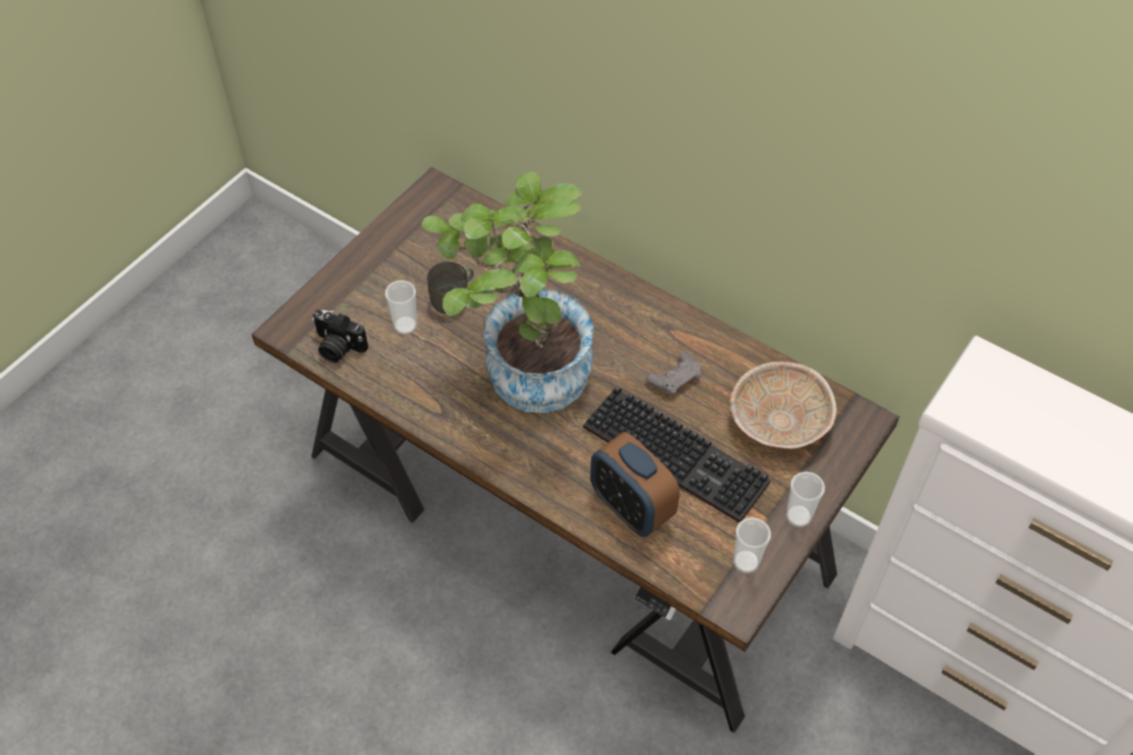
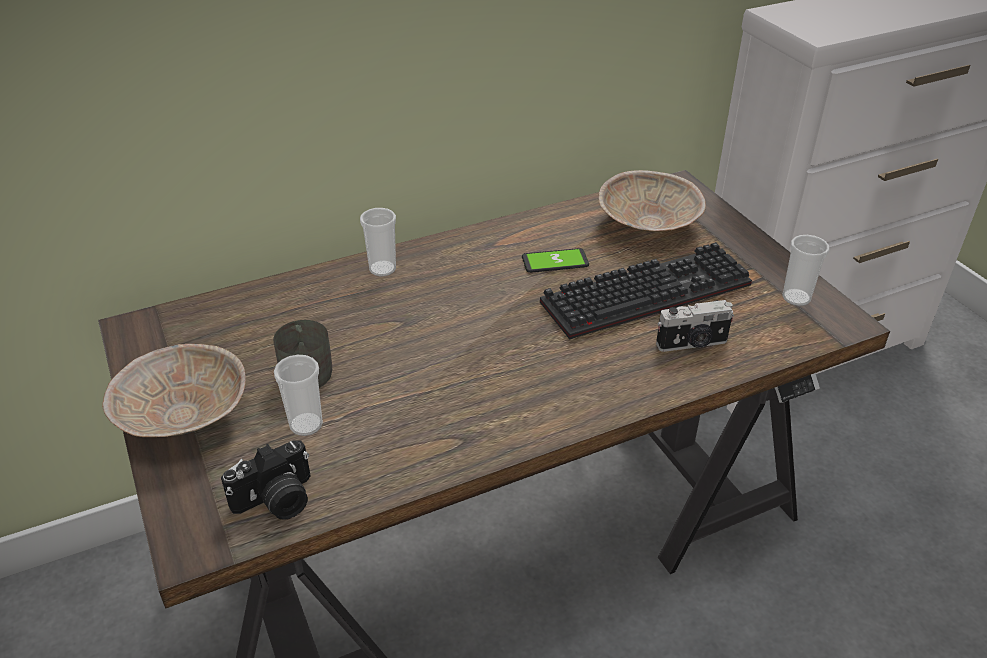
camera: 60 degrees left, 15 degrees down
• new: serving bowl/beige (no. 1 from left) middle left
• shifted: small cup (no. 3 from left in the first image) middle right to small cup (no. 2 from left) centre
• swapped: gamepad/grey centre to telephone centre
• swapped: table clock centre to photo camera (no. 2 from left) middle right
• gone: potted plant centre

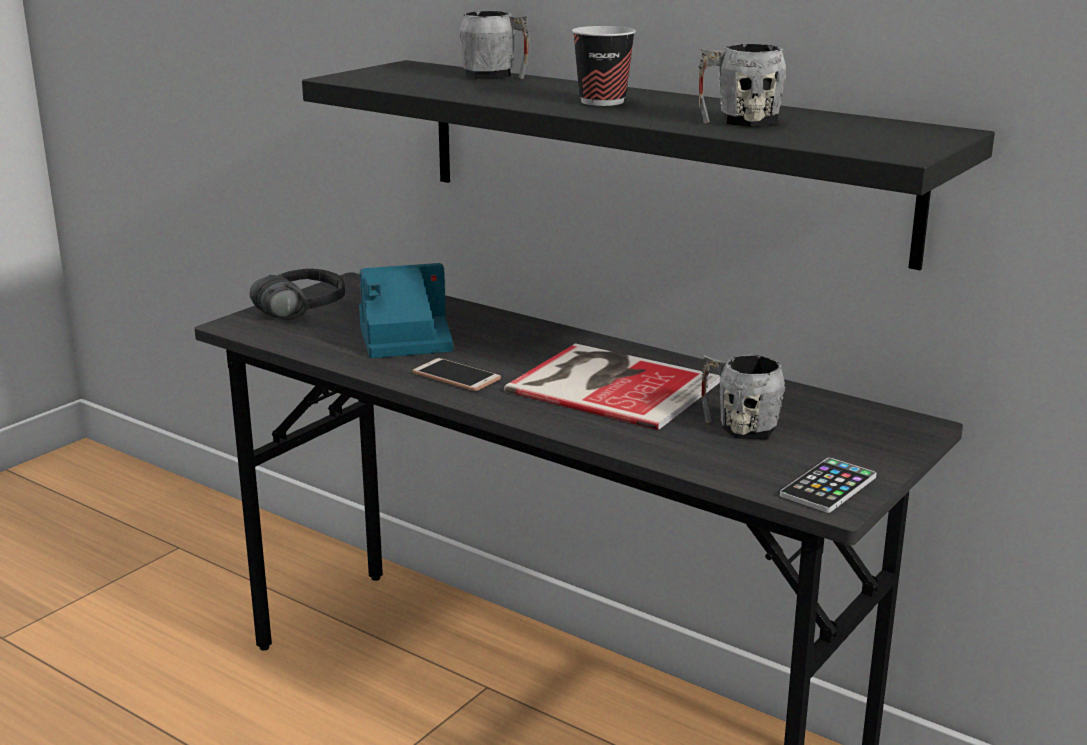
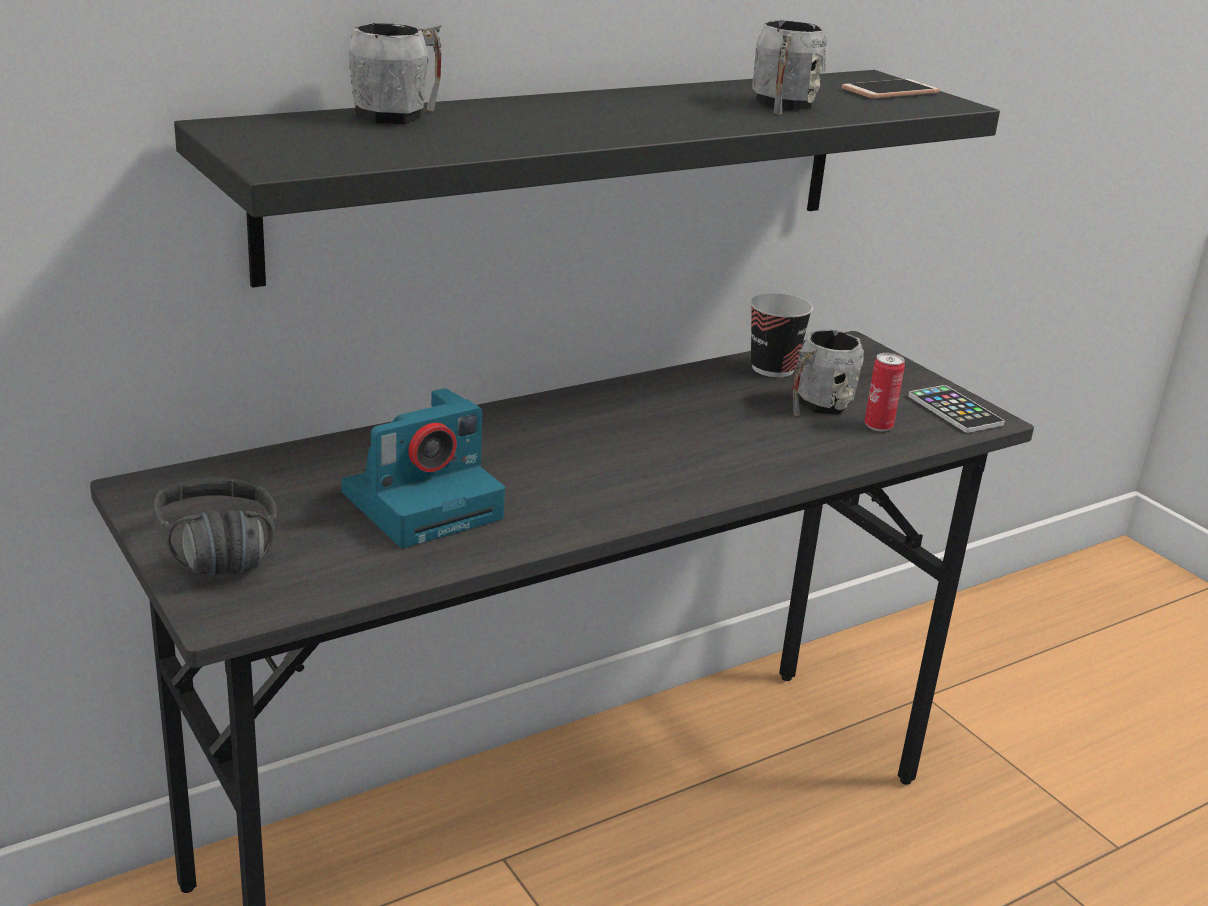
camera: 70 degrees left, 5 degrees up
• rotated: photo camera centre = centre 135 degrees counterclockwise
• shifted: small cup top centre to centre
• shifted: telephone (no. 1 from left) centre to top right
• new: sealed can middle right
• gone: book centre

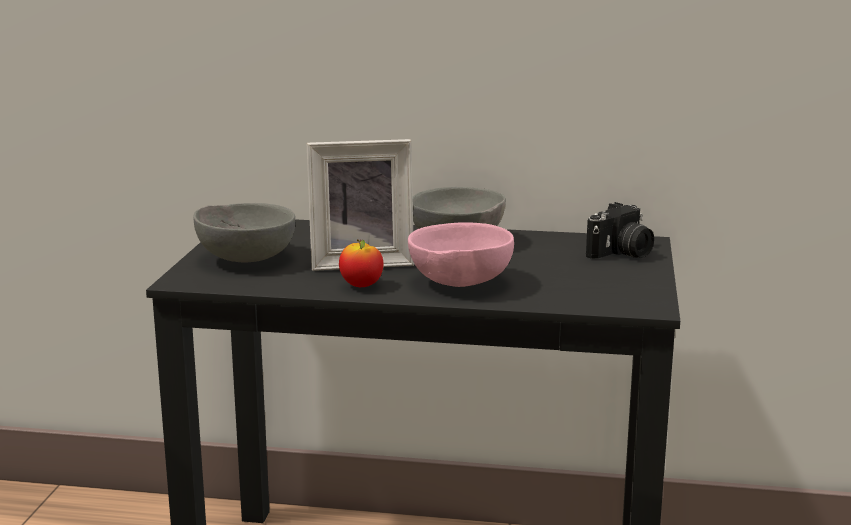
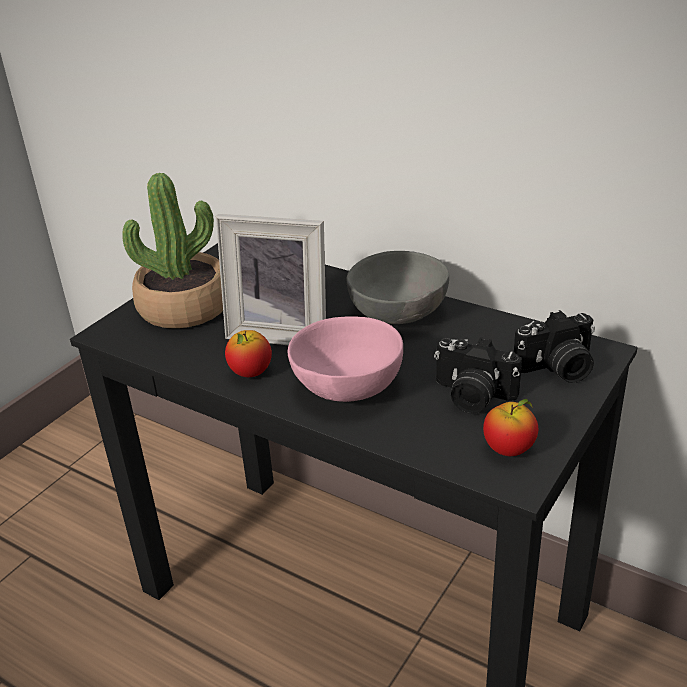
camera: 25 degrees right, 15 degrees up
• swapped: serving bowl/grey (no. 1 from left) middle left to potted plant middle left
• new: photo camera (no. 1 from left) middle right
• new: whole apple (no. 2 from left) middle right

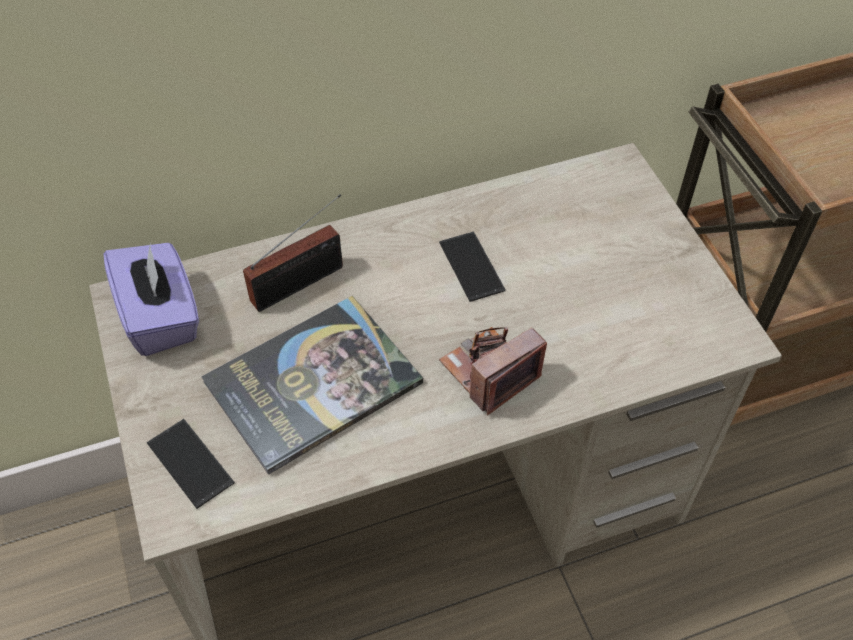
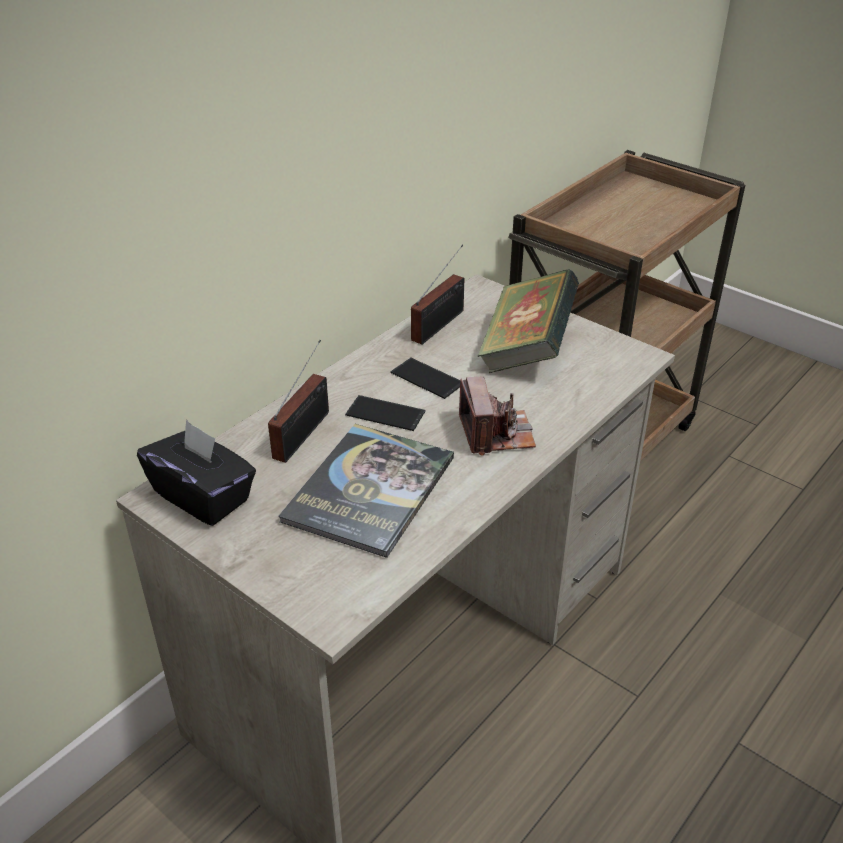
camera: 30 degrees left, 15 degrees down
• repainted: tissue holder/purple middle left to tissue holder/black middle left
• shifted: telephone (no. 1 from left) bottom left to centre
• new: radio receiver (no. 2 from left) centre
• rotated: photo camera centre = centre 150 degrees clockwise
• new: book (no. 2 from left) centre

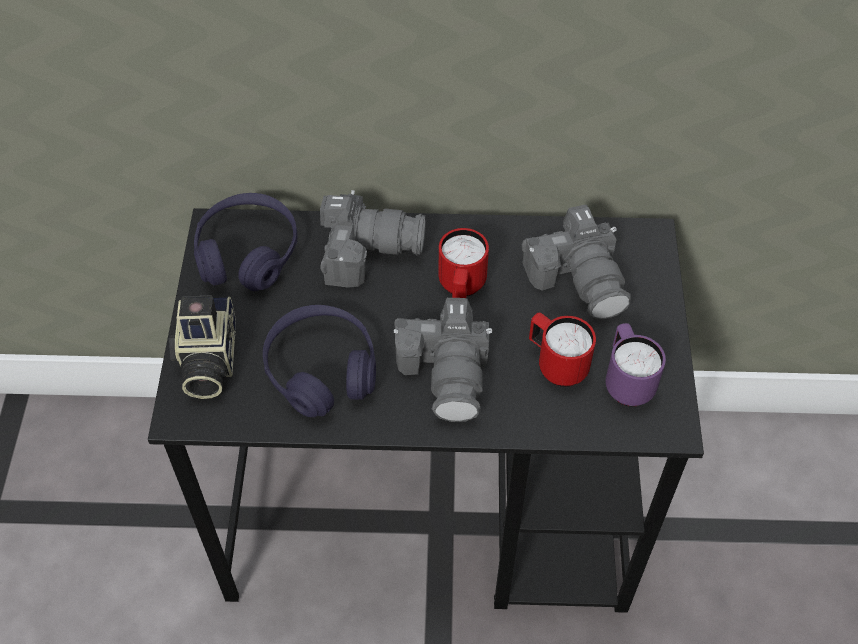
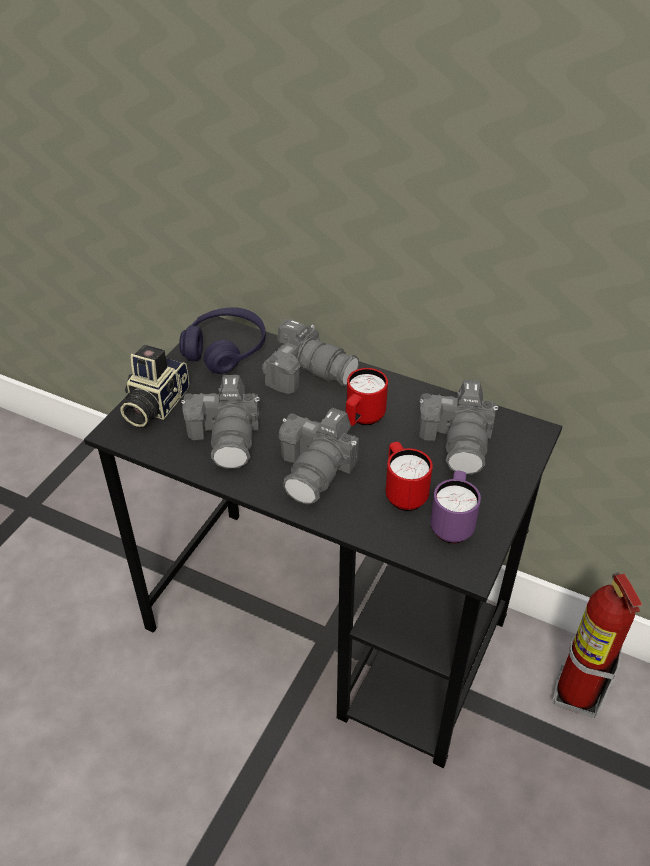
camera: 25 degrees right, 10 degrees down
• swapped: headphones/purple (no. 2 from left) centre to photo camera (no. 2 from left) centre
• new: fire-fighting cylinder bottom right

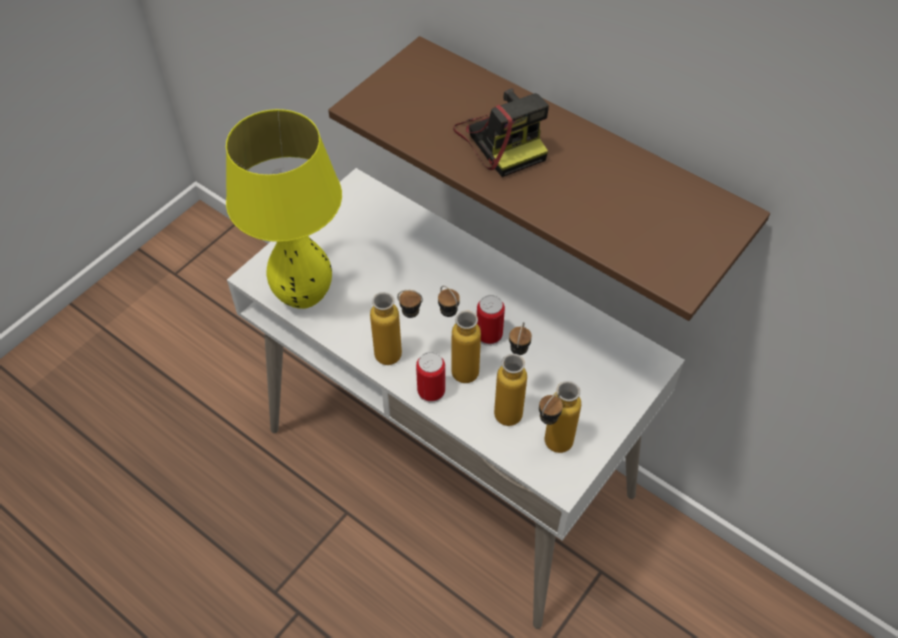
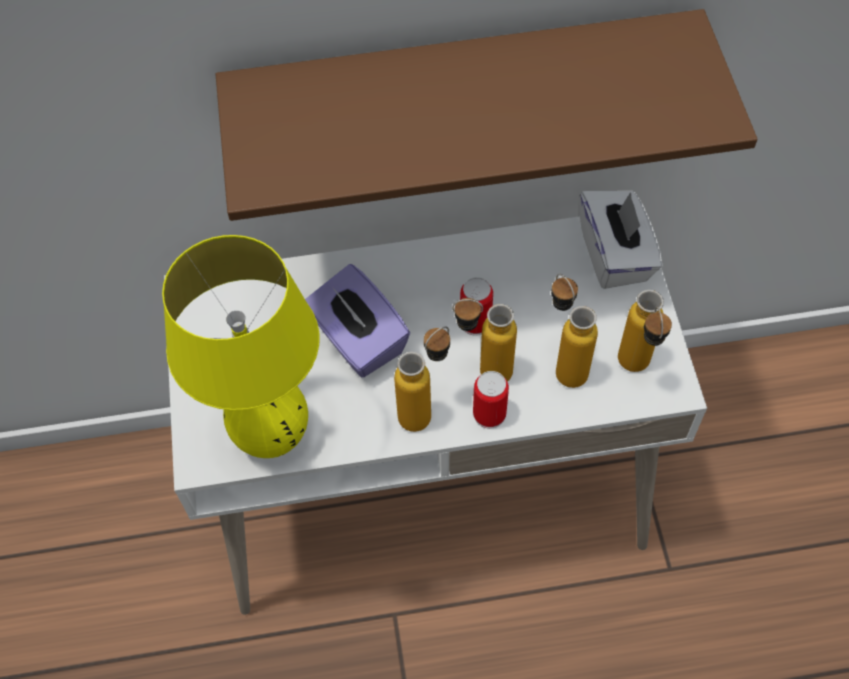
camera: 45 degrees left, 5 degrees up
• new: tissue holder/purple centre
• new: tissue holder/whitish middle right
• gone: photo camera top centre

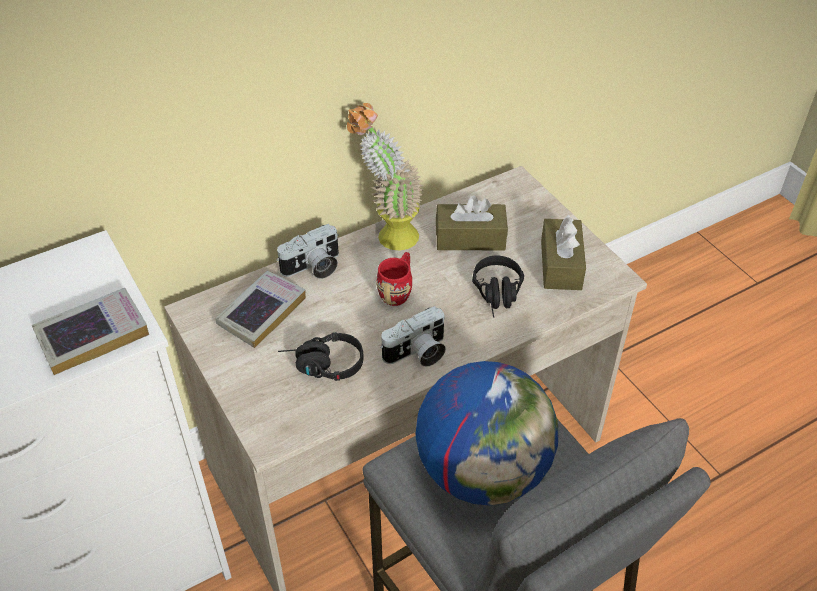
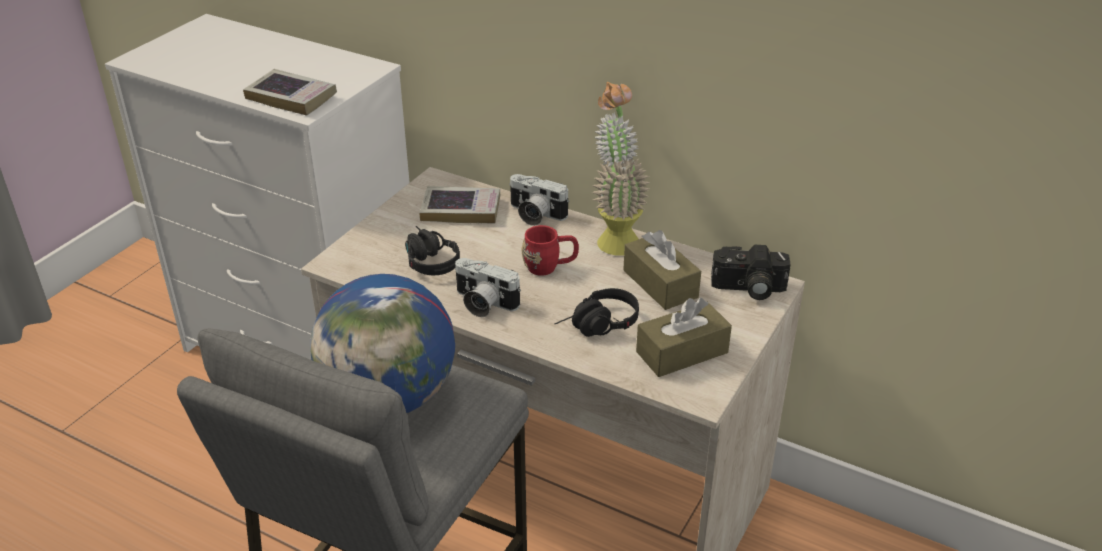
camera: 60 degrees right, 10 degrees down
• new: photo camera (no. 3 from left) middle right

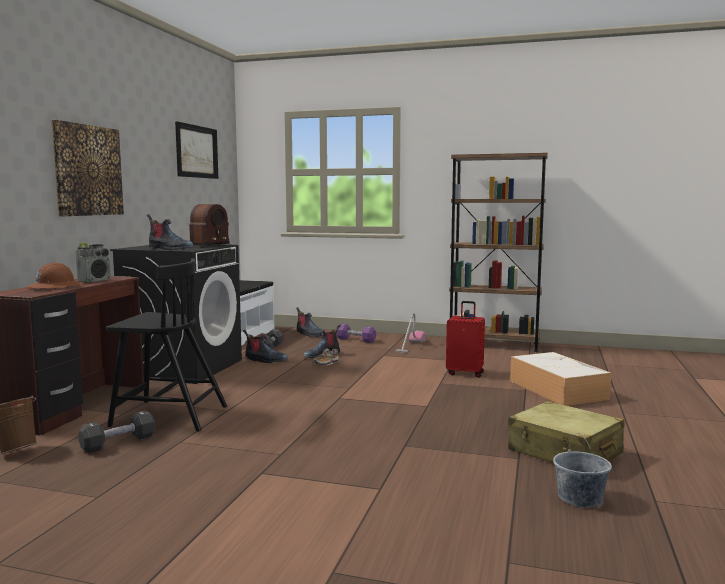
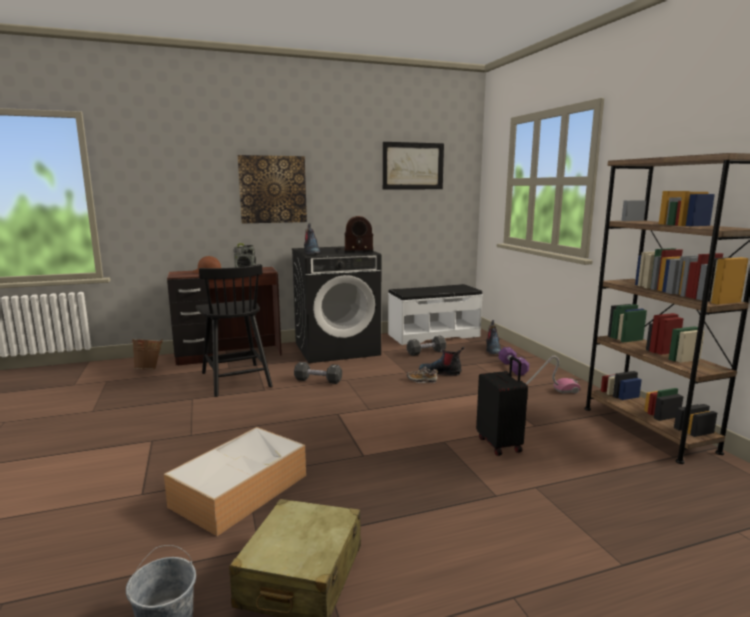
camera: 55 degrees right, 5 degrees up
• shifted: storage box middle right to bottom left
• shifted: dumbbell/black (no. 1 from left) bottom left to centre
• repainted: suitcase/reddish centre to suitcase/black middle right
• gone: boot (no. 2 from left) centre

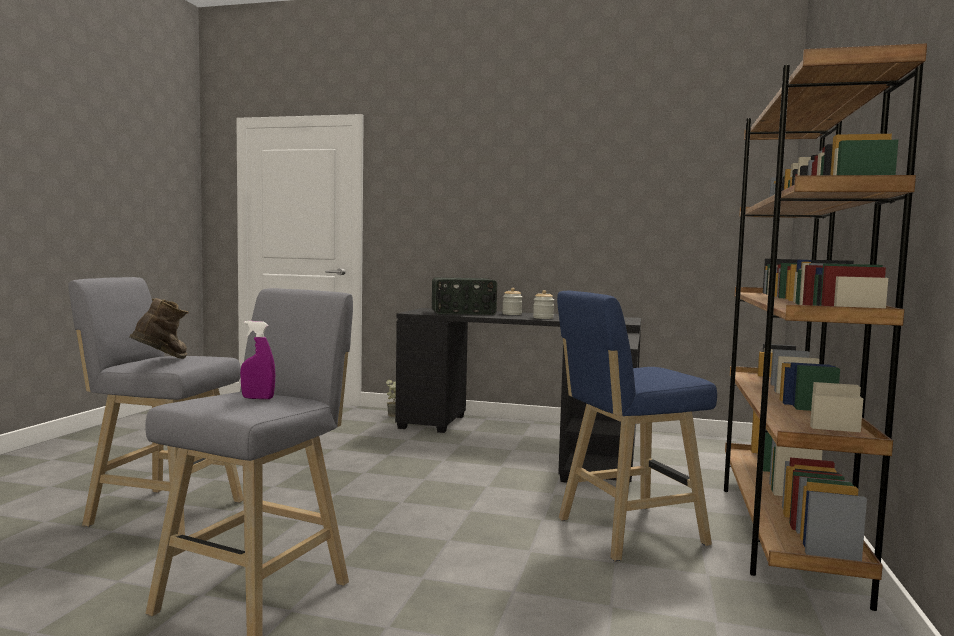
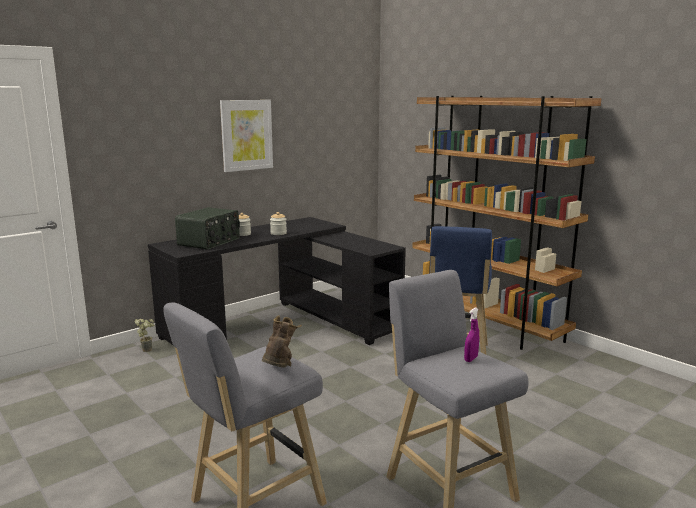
camera: 55 degrees left, 10 degrees up
• new: wall picture top centre
• rotated: boot/brown middle left = bottom centre 45 degrees clockwise

